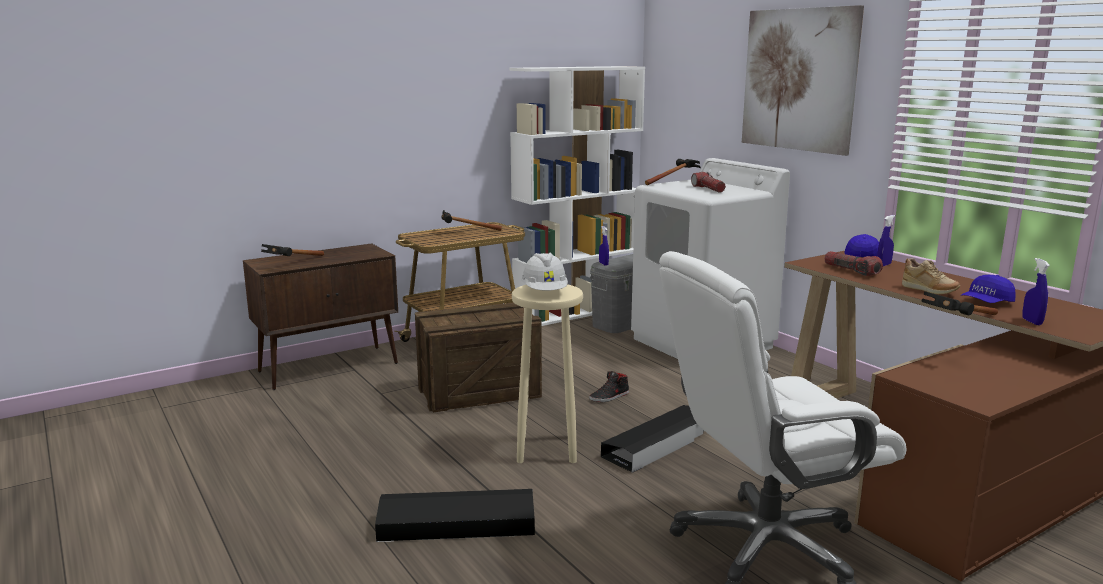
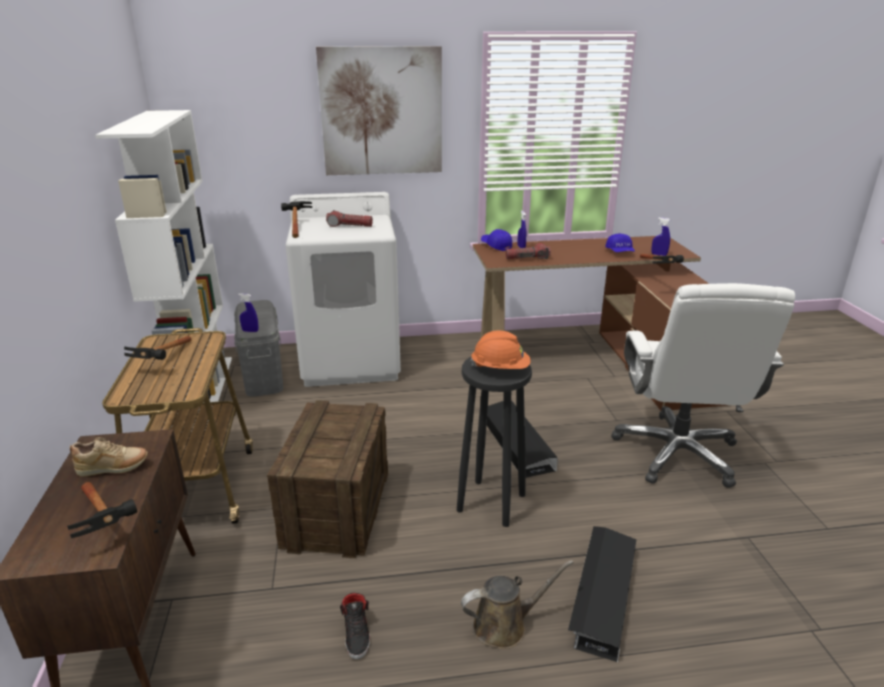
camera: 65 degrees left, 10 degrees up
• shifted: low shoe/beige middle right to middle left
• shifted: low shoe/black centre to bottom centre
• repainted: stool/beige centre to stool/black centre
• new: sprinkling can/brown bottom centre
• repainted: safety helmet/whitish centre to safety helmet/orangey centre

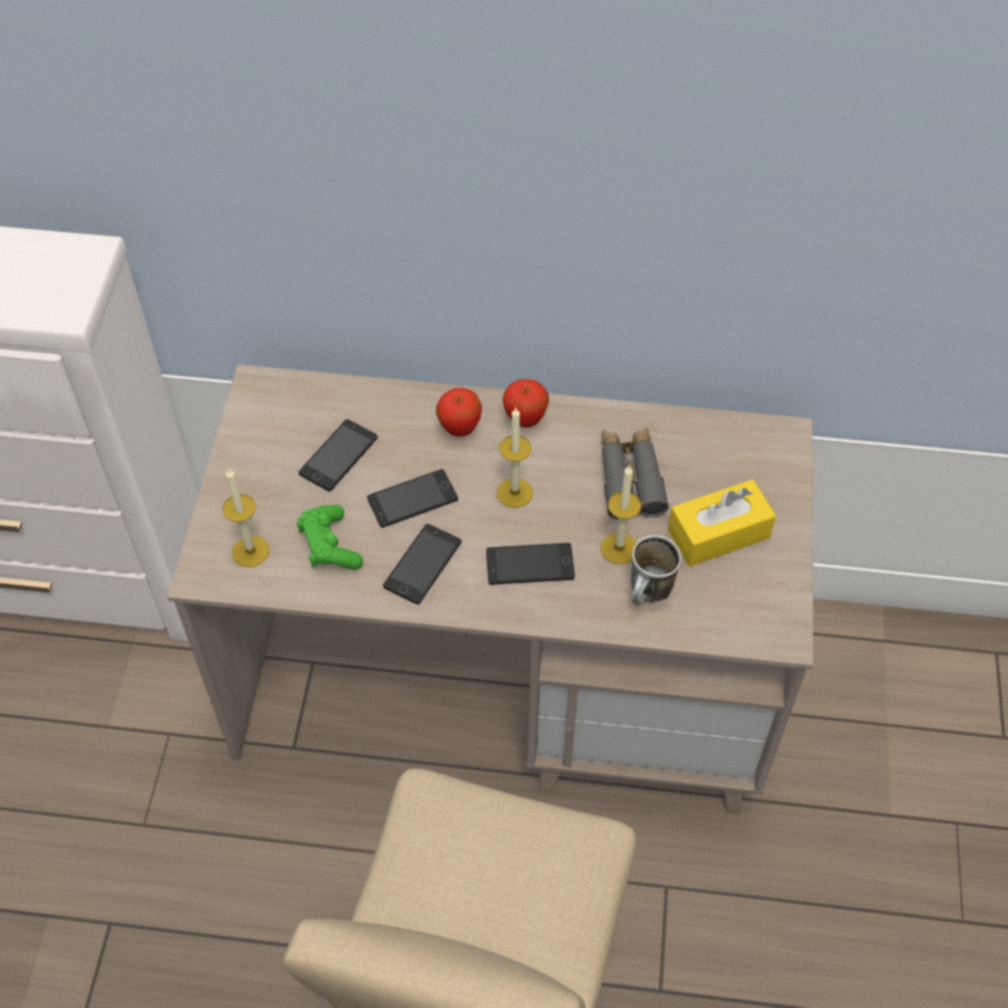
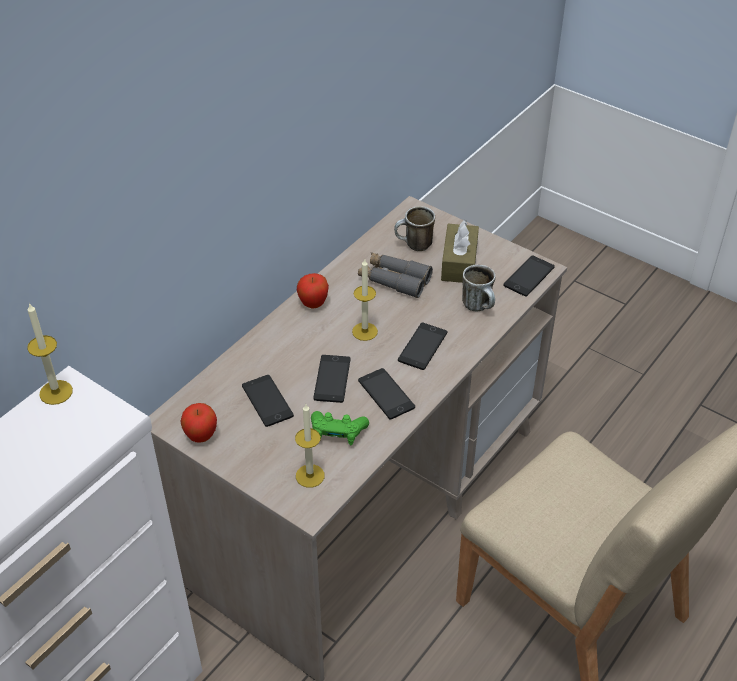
camera: 60 degrees left, 10 degrees down
• shifted: wax light (no. 3 from left in the first image) centre to wax light (no. 1 from left) middle left
• shifted: whole apple (no. 1 from left) centre to middle left
• new: mug (no. 1 from left) centre
• repainted: tissue holder/yellow-coloured middle right to tissue holder/brown centre
• new: telephone (no. 5 from left) middle right

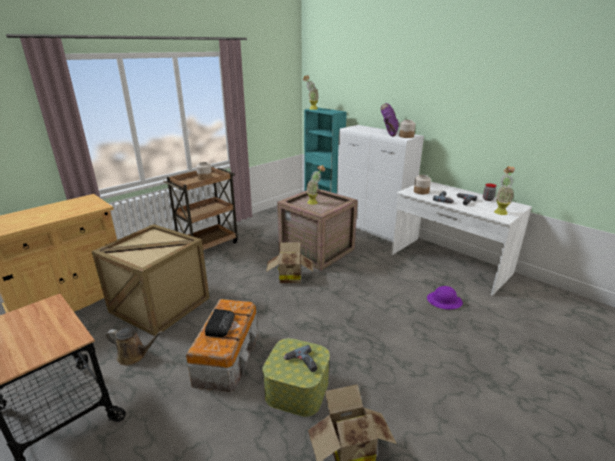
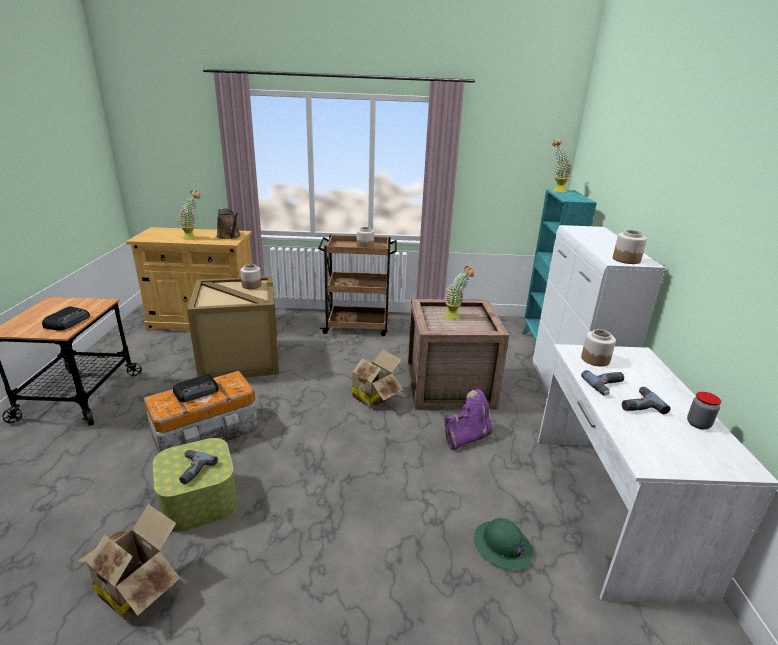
camera: 45 degrees right, 0 degrees up
• new: radio receiver (no. 1 from left) middle left
• shifted: potted plant (no. 3 from left in the first image) middle right to potted plant (no. 1 from left) middle left
• shifted: sprinkling can/brown bottom left to middle left
• new: preserve jar (no. 1 from left) middle left
• shifted: boot/purple top centre to centre
• repainted: safety helmet/purple middle right to safety helmet/greenish bottom centre

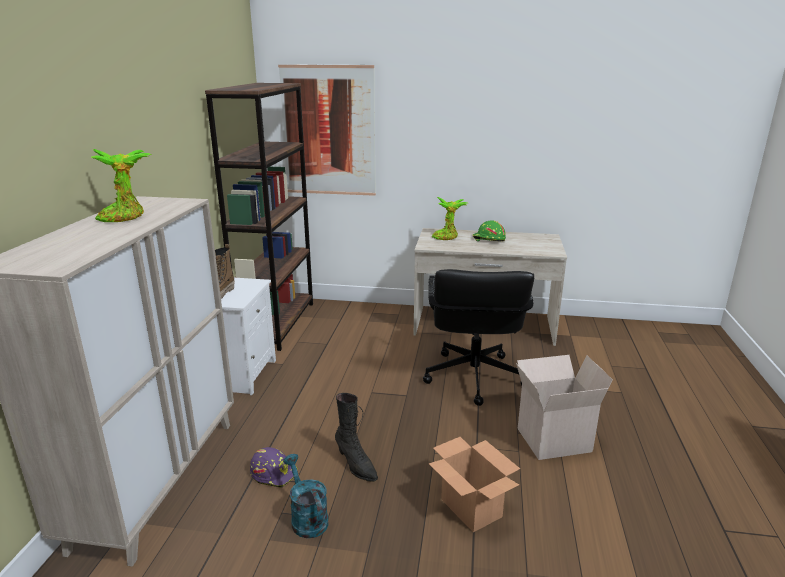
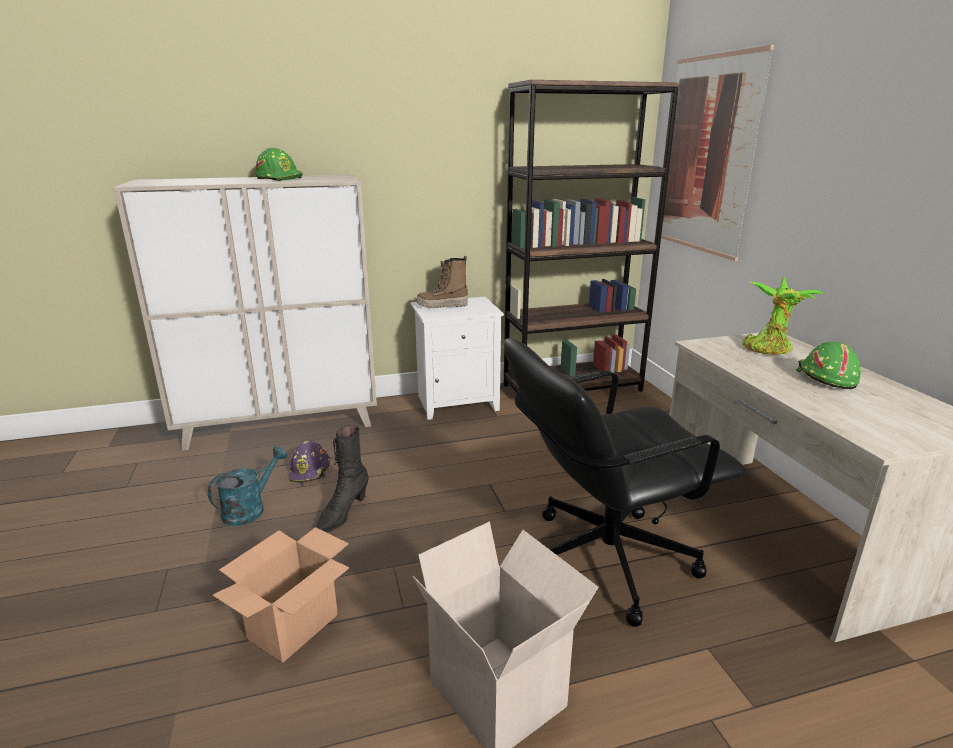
camera: 65 degrees right, 0 degrees up
• swapped: potted plant (no. 1 from left) top left to safety helmet/greenish (no. 1 from left) top left

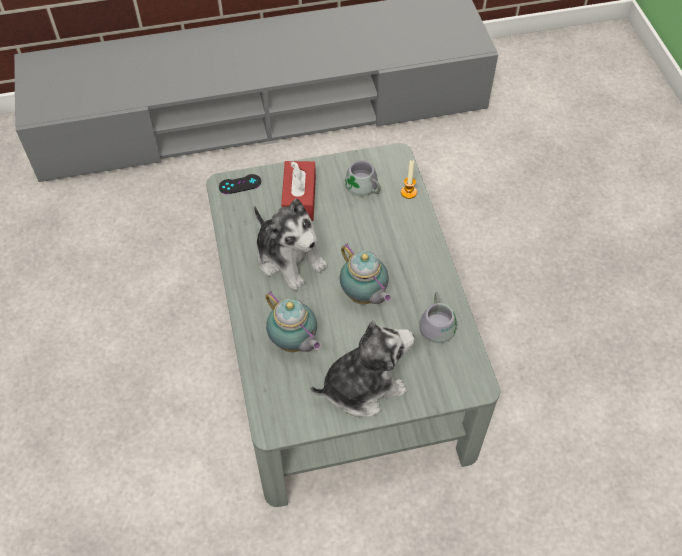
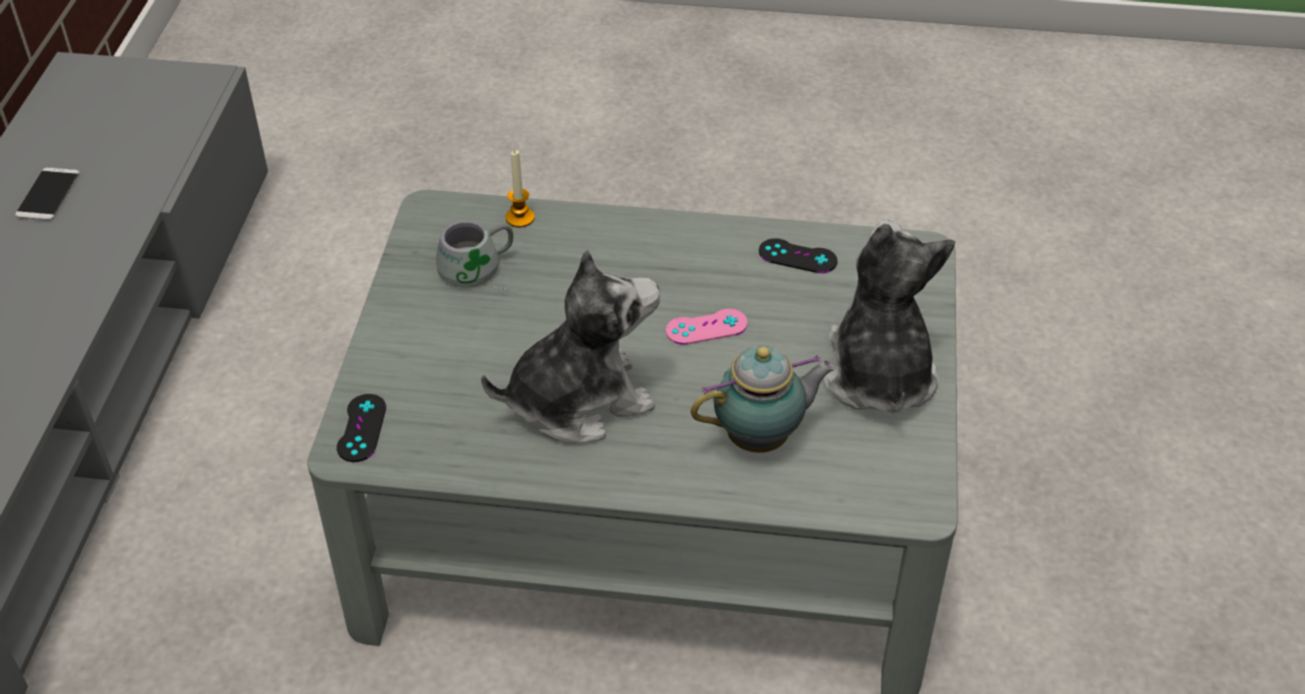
camera: 70 degrees left, 10 degrees down
• new: telephone top left
• swapped: tea pot (no. 2 from left) centre to gamepad/pink-coloured centre
• swapped: mug/grey (no. 2 from left) centre to gamepad/black (no. 2 from left) centre
• gone: tissue holder/reddish centre

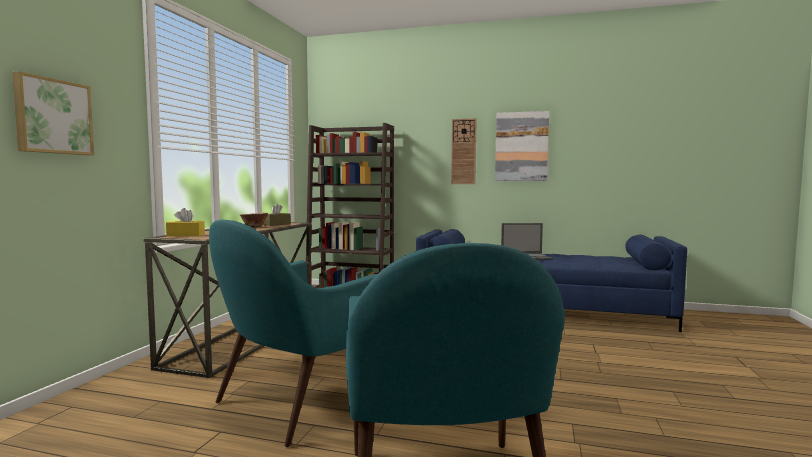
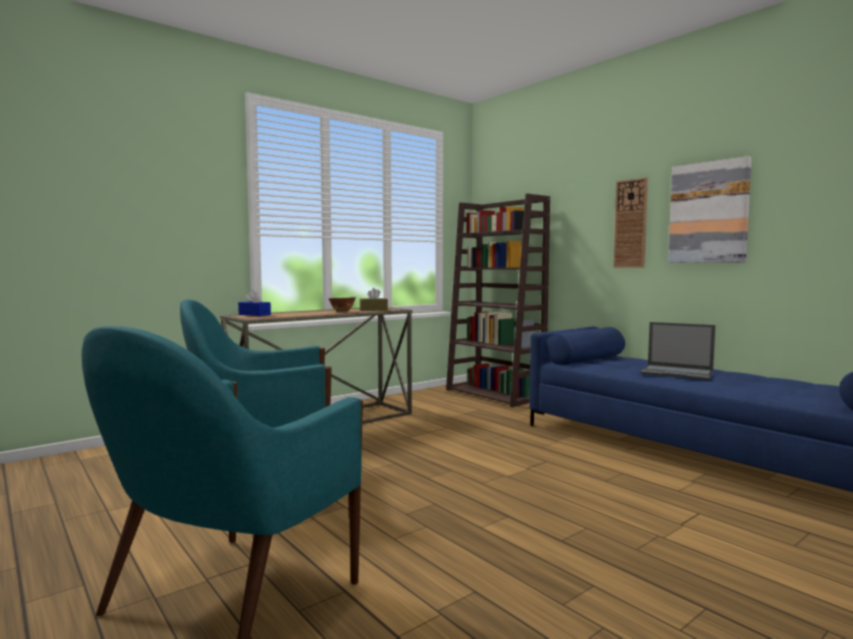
camera: 35 degrees right, 0 degrees up
• repainted: tissue holder/yellow-coloured middle left to tissue holder/bluish middle left
• gone: wall picture (no. 1 from left) top left

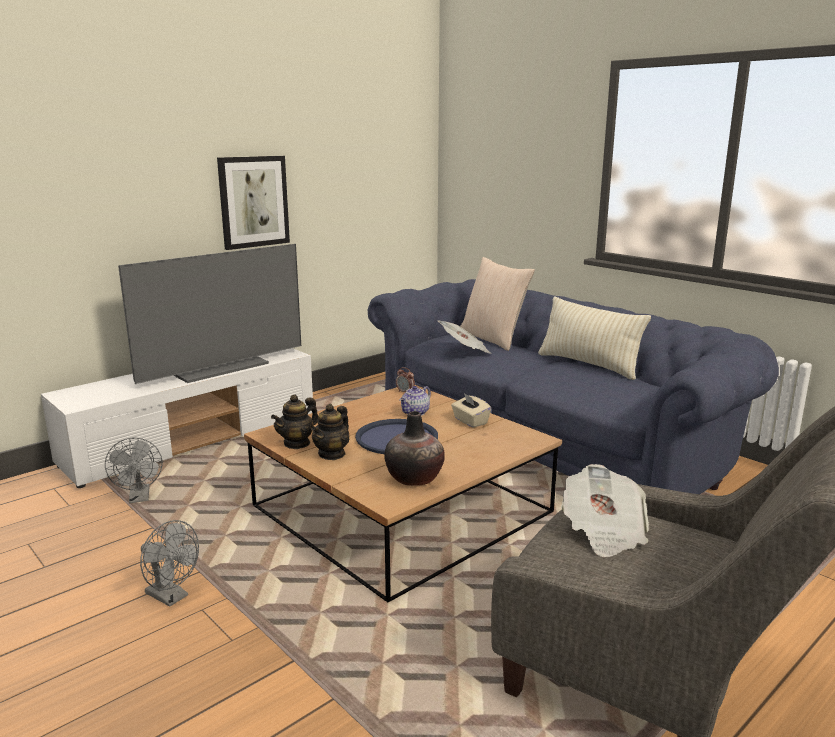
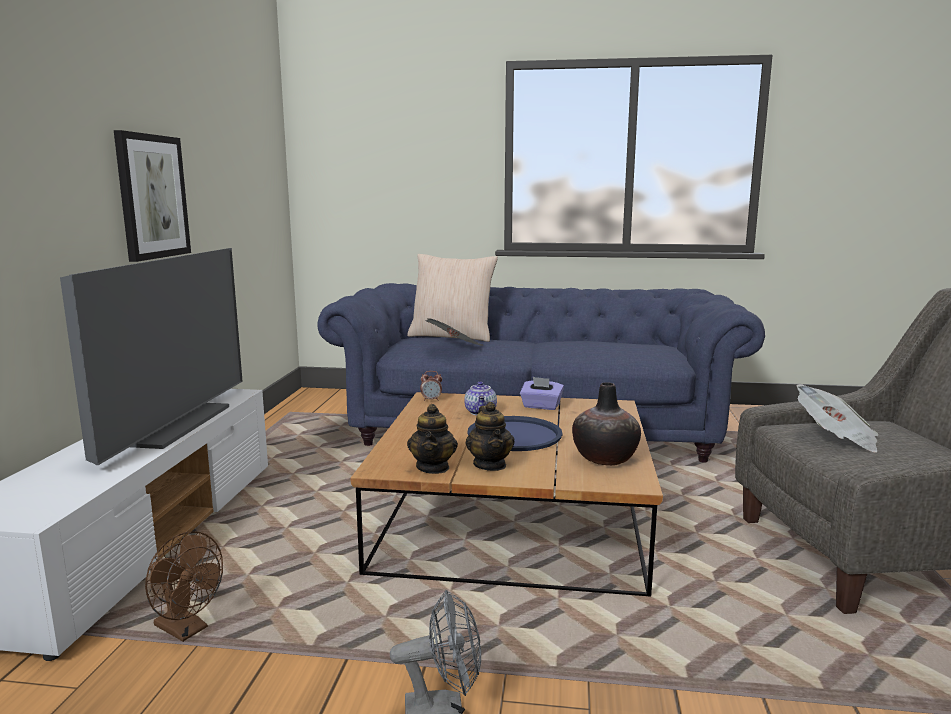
camera: 40 degrees left, 5 degrees down
• repainted: fan/grey (no. 1 from left) middle left to fan/brown bottom left
• repainted: tissue holder/beige centre to tissue holder/purple centre
• gone: throw pillow/beige (no. 2 from left) middle right

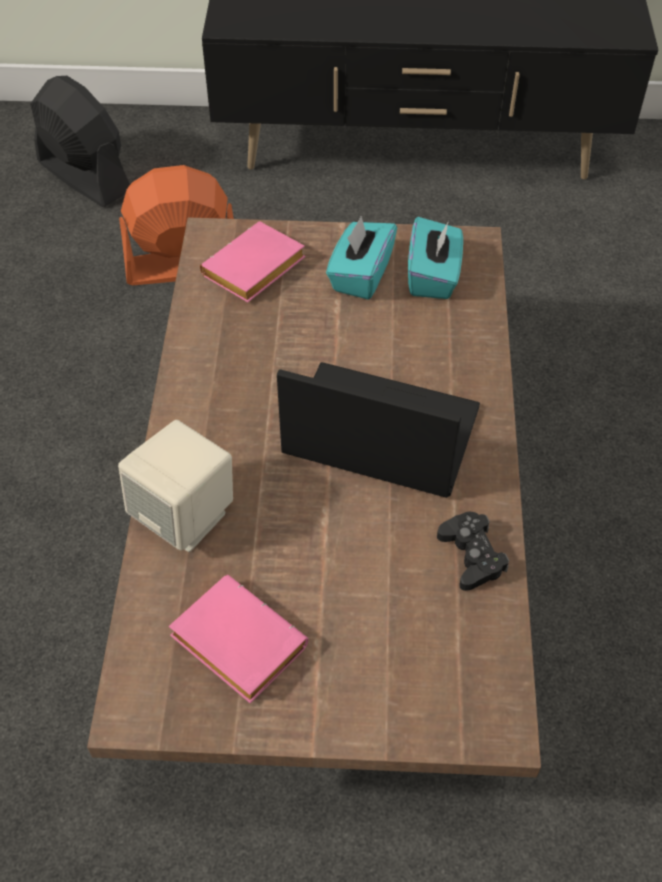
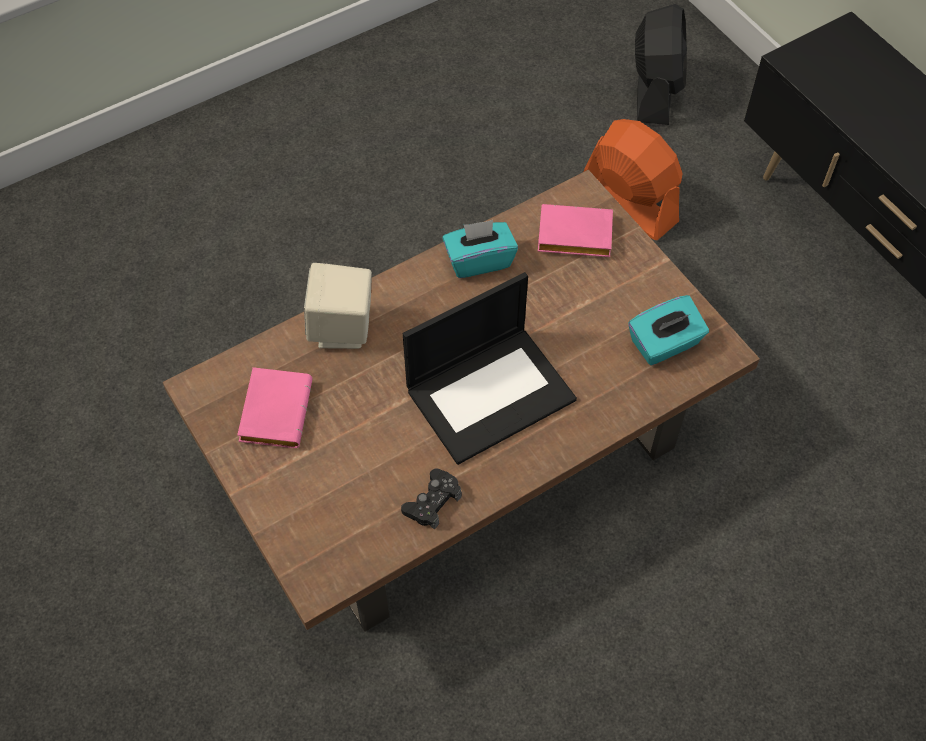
camera: 55 degrees right, 5 degrees up
• rotated: notebook computer centre = centre 75 degrees clockwise
• shifted: tissue holder/turquoise-coloured (no. 1 from left) top centre to centre

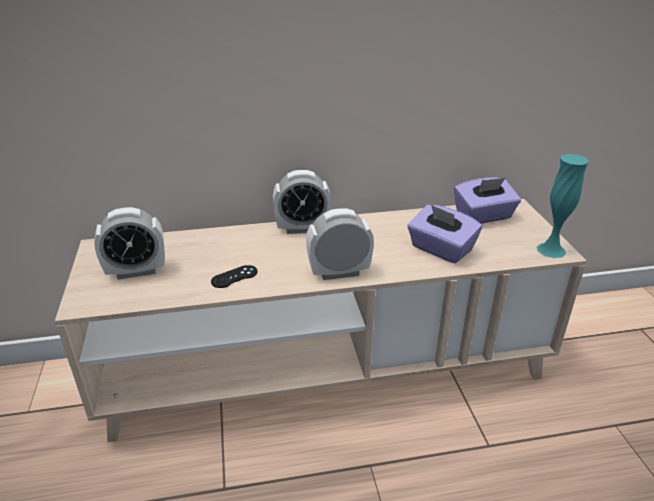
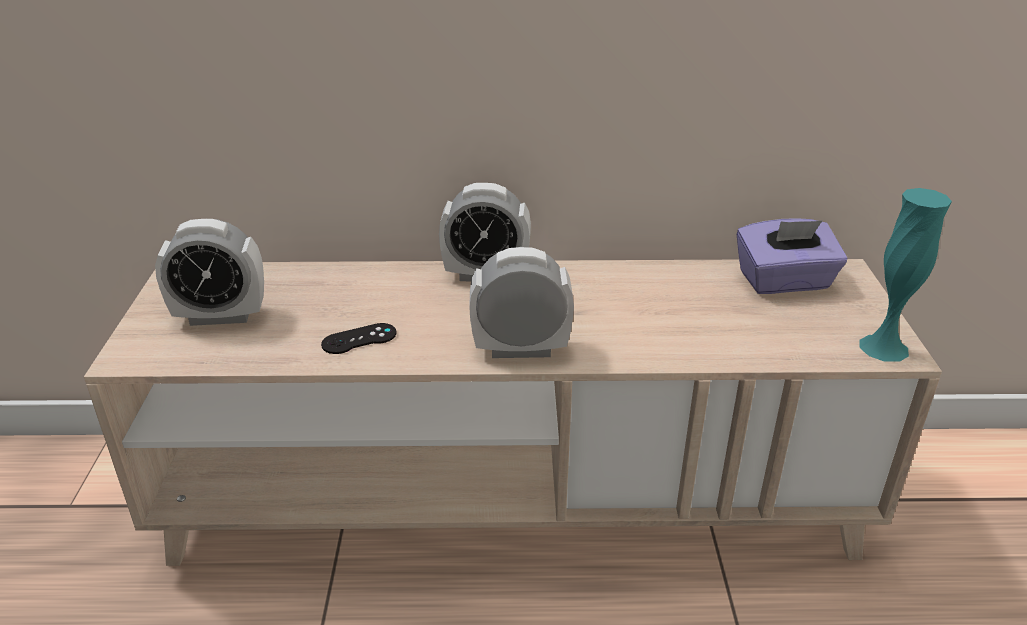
camera: 10 degrees right, 0 degrees up
• gone: tissue holder/purple (no. 1 from left) middle right

